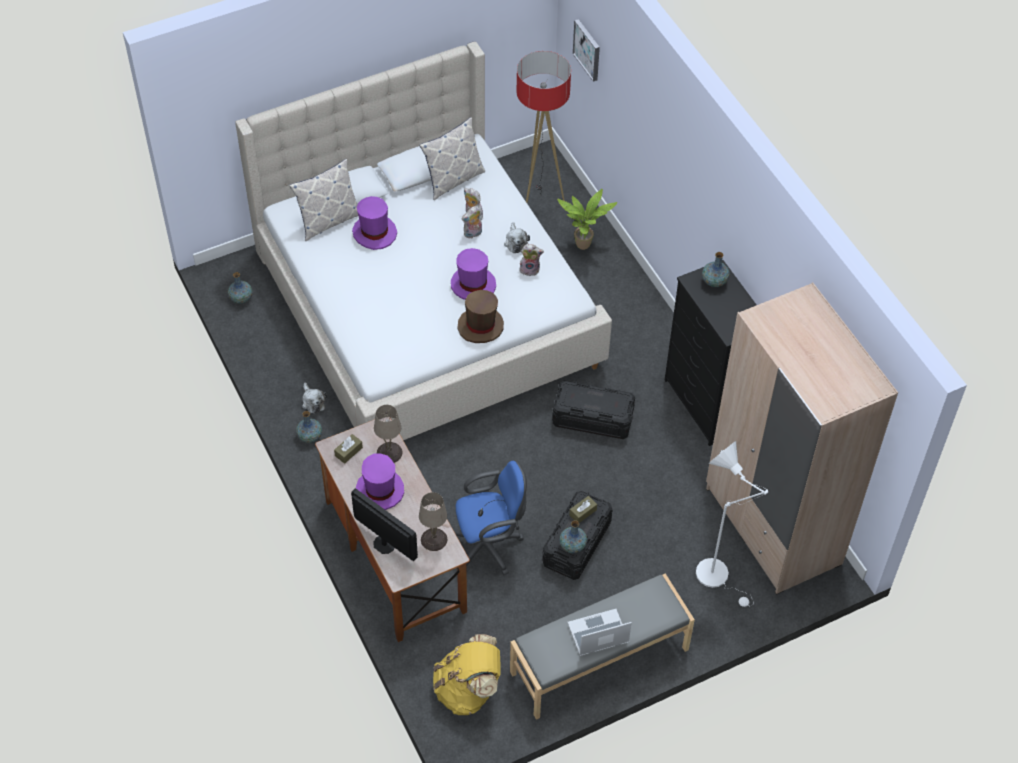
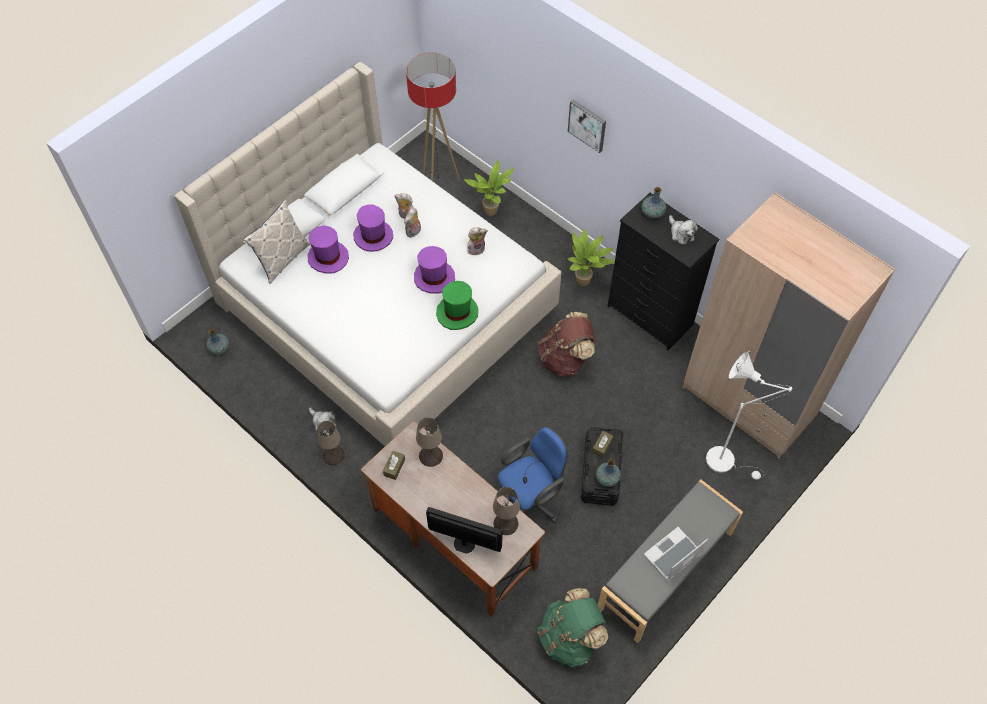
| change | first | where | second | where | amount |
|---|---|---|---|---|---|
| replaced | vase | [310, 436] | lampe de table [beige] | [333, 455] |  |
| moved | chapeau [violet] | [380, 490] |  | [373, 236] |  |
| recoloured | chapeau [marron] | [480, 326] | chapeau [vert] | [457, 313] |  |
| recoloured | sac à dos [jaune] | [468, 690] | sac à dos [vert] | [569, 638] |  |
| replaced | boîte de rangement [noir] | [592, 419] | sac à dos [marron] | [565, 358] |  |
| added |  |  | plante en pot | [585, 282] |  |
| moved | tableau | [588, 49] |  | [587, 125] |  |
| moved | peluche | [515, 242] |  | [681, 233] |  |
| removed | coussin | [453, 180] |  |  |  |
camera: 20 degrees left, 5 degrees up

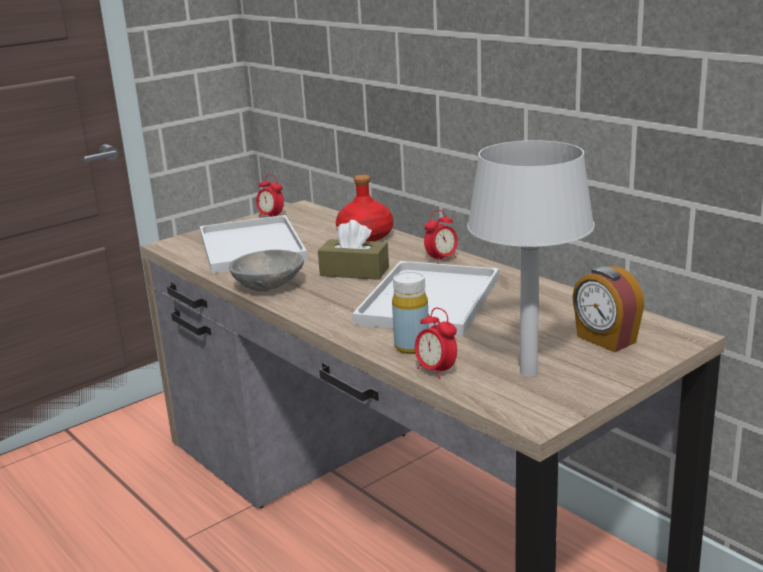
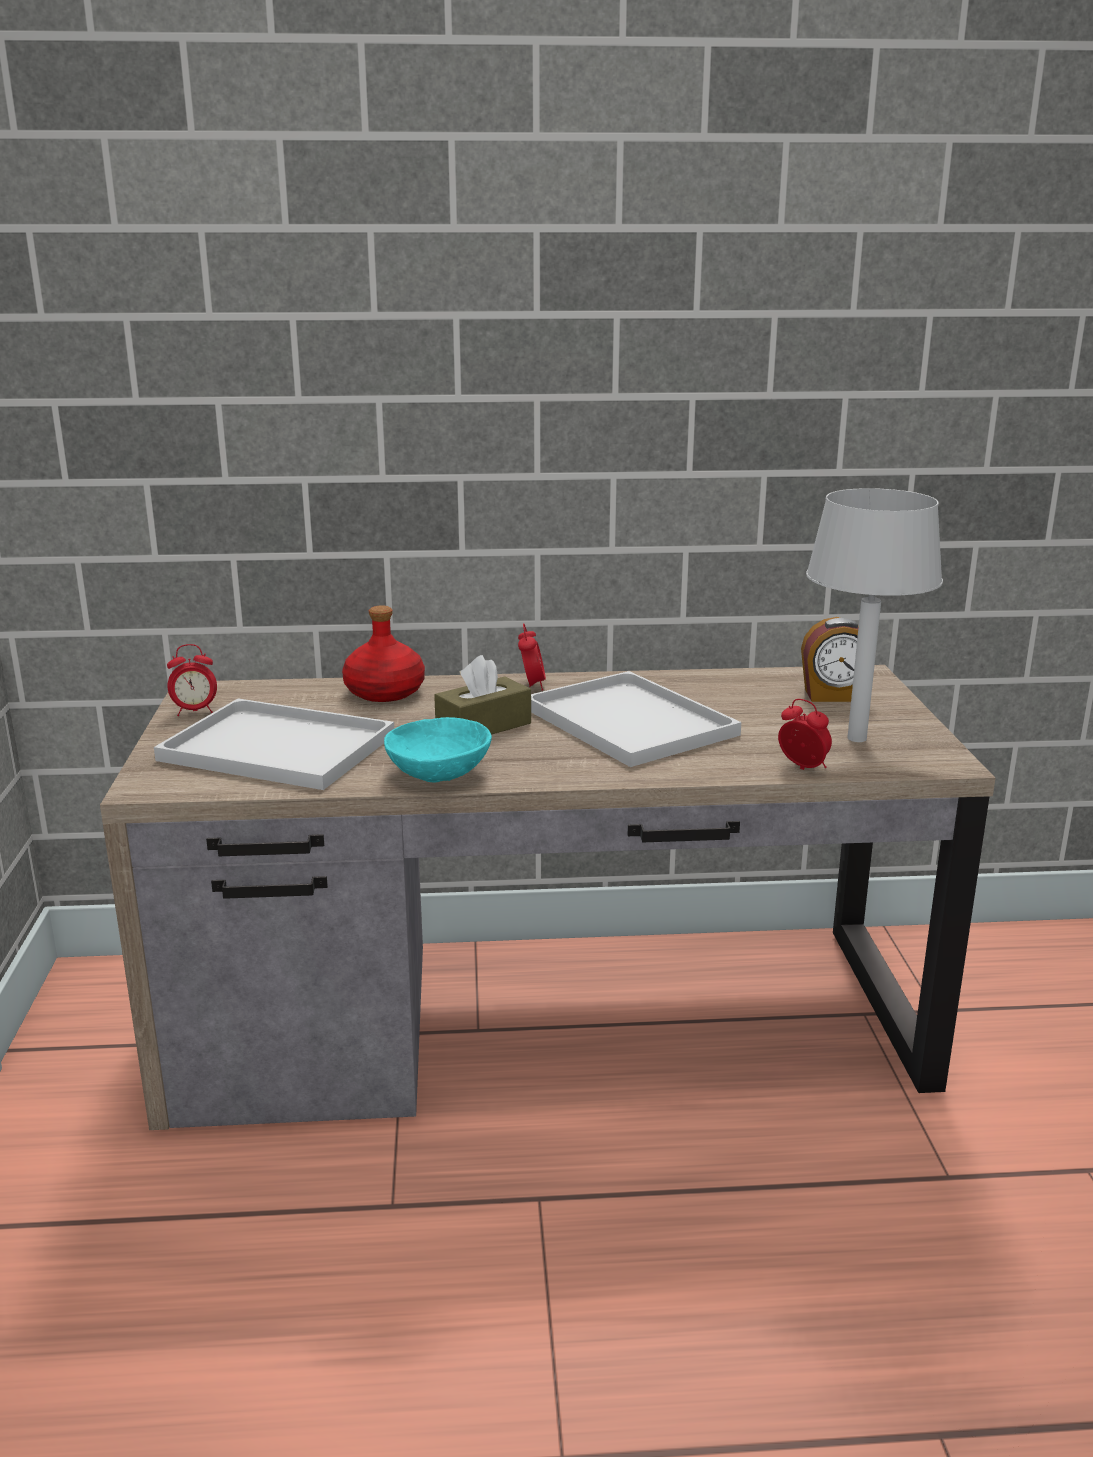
| change | first | where | second | where | amount |
|---|---|---|---|---|---|
| recoloured | bol [gris] | [270, 286] | bol [turquoise] | [440, 773] |  |
| turned | réveil | [436, 371] |  | [803, 768] | 135 degrees counterclockwise |
| removed | bouteille [jaune] | [411, 347] |  |  |  |
camera: 55 degrees left, 0 degrees up

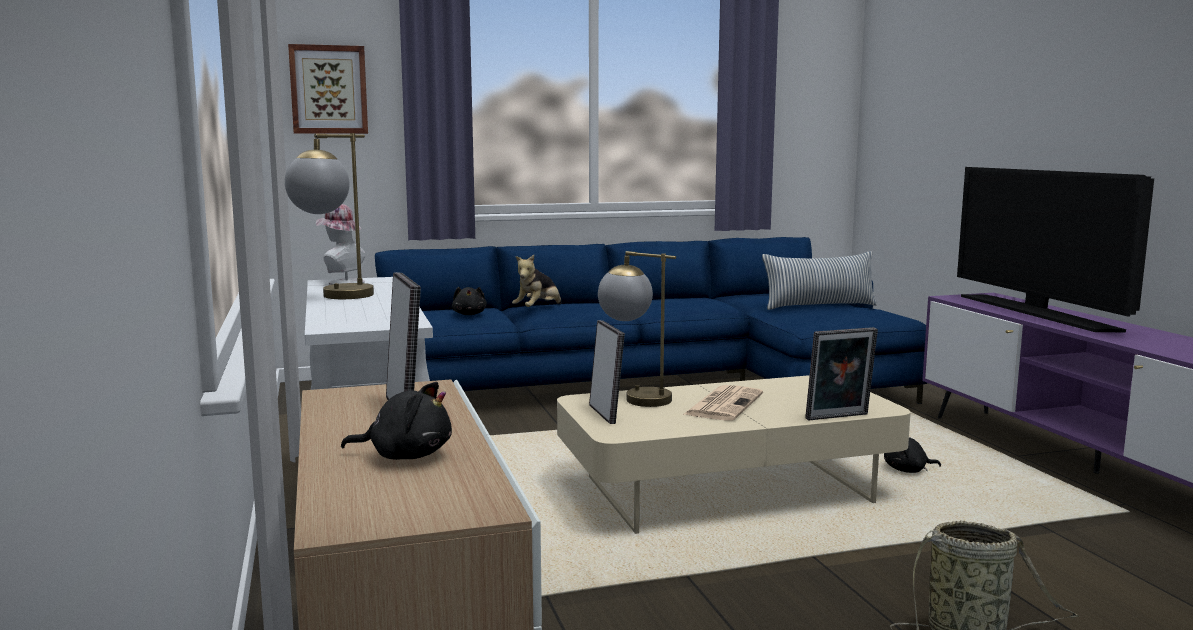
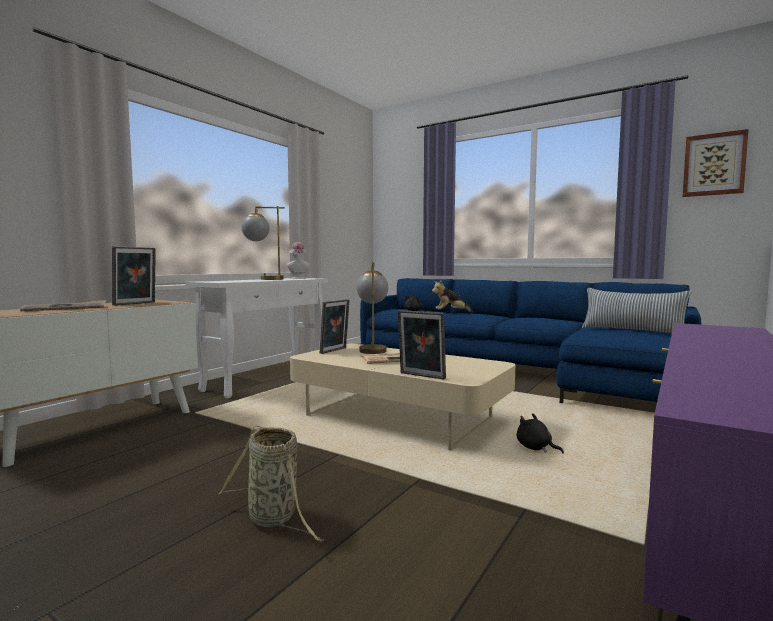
| change | first | where | second | where | amount |
|---|---|---|---|---|---|
| replaced | peluche [noir] | [406, 455] | journal | [66, 308] |  |
| moved | tableau | [328, 90] |  | [714, 164] |  |
| removed | téléviseur | [1037, 313] |  |  |  |
camera: 50 degrees right, 5 degrees down

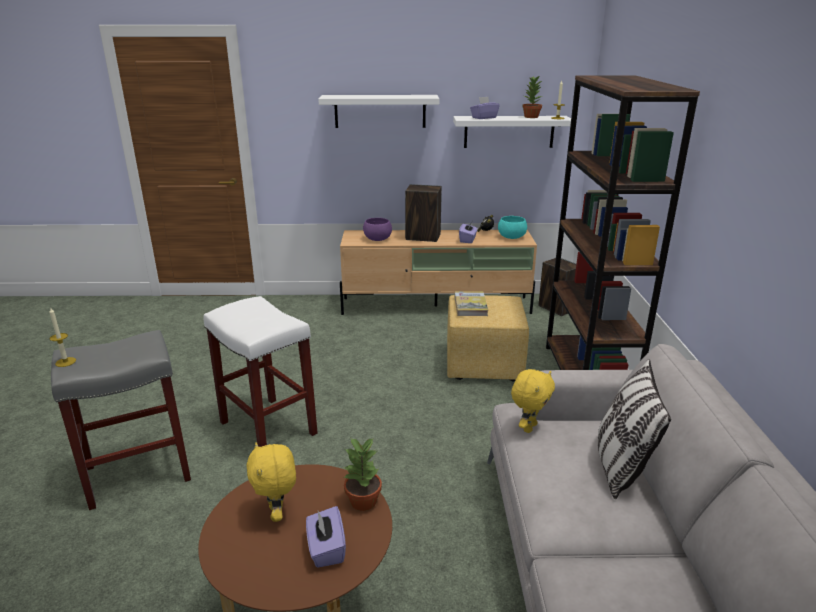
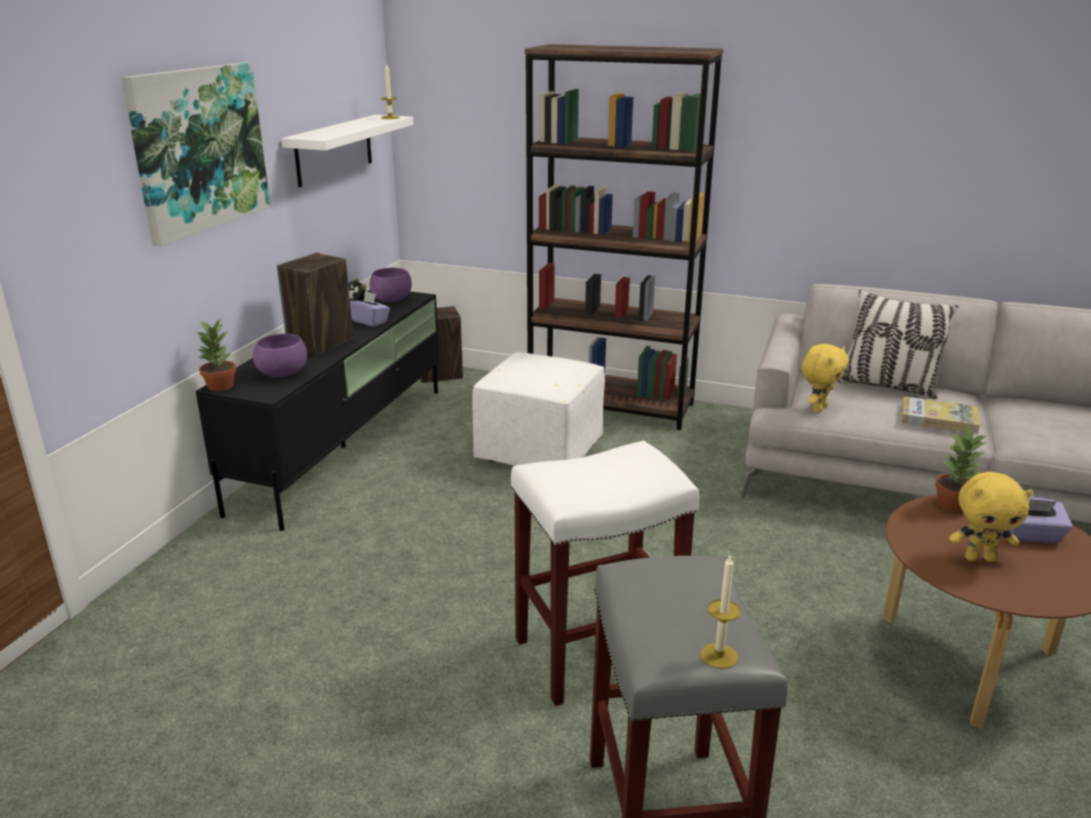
| change | first | where | second | where | amount |
|---|---|---|---|---|---|
| replaced | étagère [blanc] | [380, 111] | tableau | [199, 149] |  |
| moved | plante en pot | [531, 117] |  | [221, 386] |  |
| recoloured | meuble télé [beige] | [437, 306] | meuble télé [noir] | [345, 446] |  |
| recoloured | bol [turquoise] | [512, 237] | bol [violet] | [391, 299] |  |
| recoloured | pouf [jaune] | [483, 366] | pouf [blanc] | [541, 453] |  |
| turned | peluche [jaune] | [528, 427] |  | [818, 408] | 75 degrees clockwise |
| moved | livre | [470, 306] |  | [938, 419] |  |
| removed | boîte à mouchoirs [violet] | [484, 118] |  |  |  |
camera: 70 degrees left, 0 degrees up

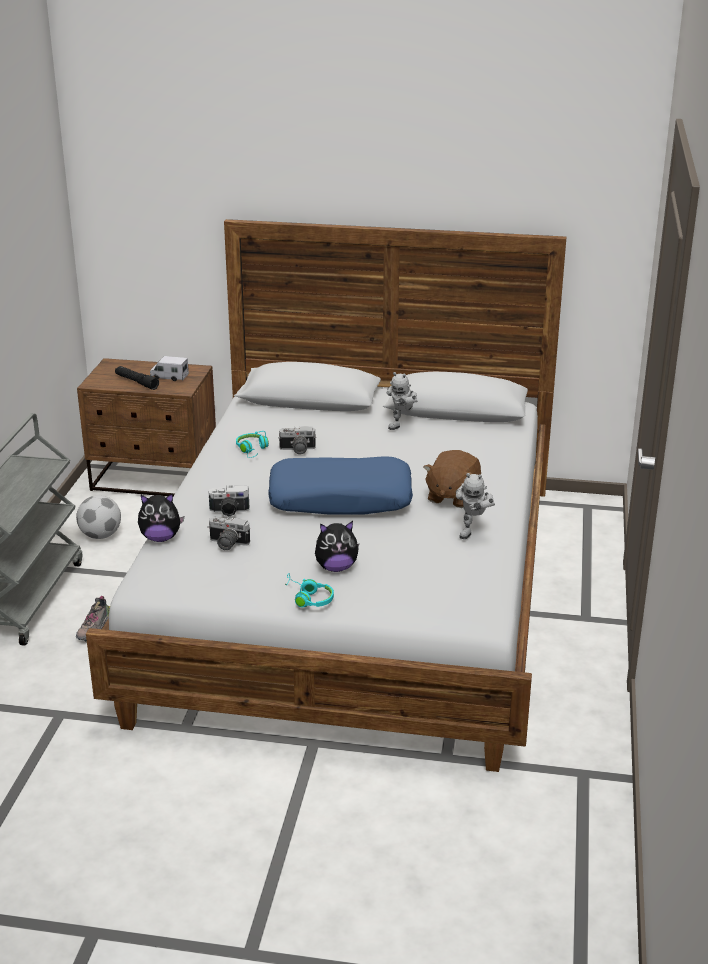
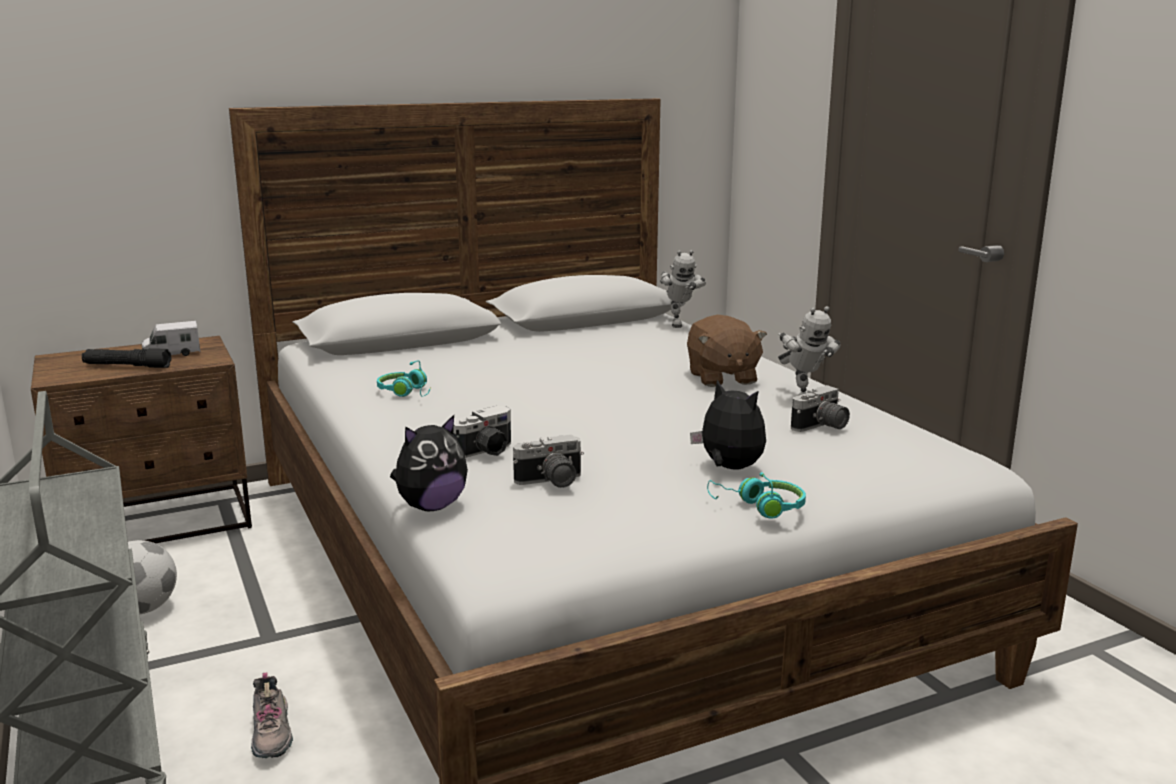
| change | first | where | second | where | amount |
|---|---|---|---|---|---|
| moved | robot jouet | [402, 425] |  | [678, 324] |  |
| turned | peluche | [336, 567] |  | [729, 468] | 90 degrees counterclockwise |
| moved | appareil photo | [297, 450] |  | [821, 427] |  |
| removed | coussin [bleu] | [341, 499] |  |  |  |
camera: 35 degrees left, 10 degrees down

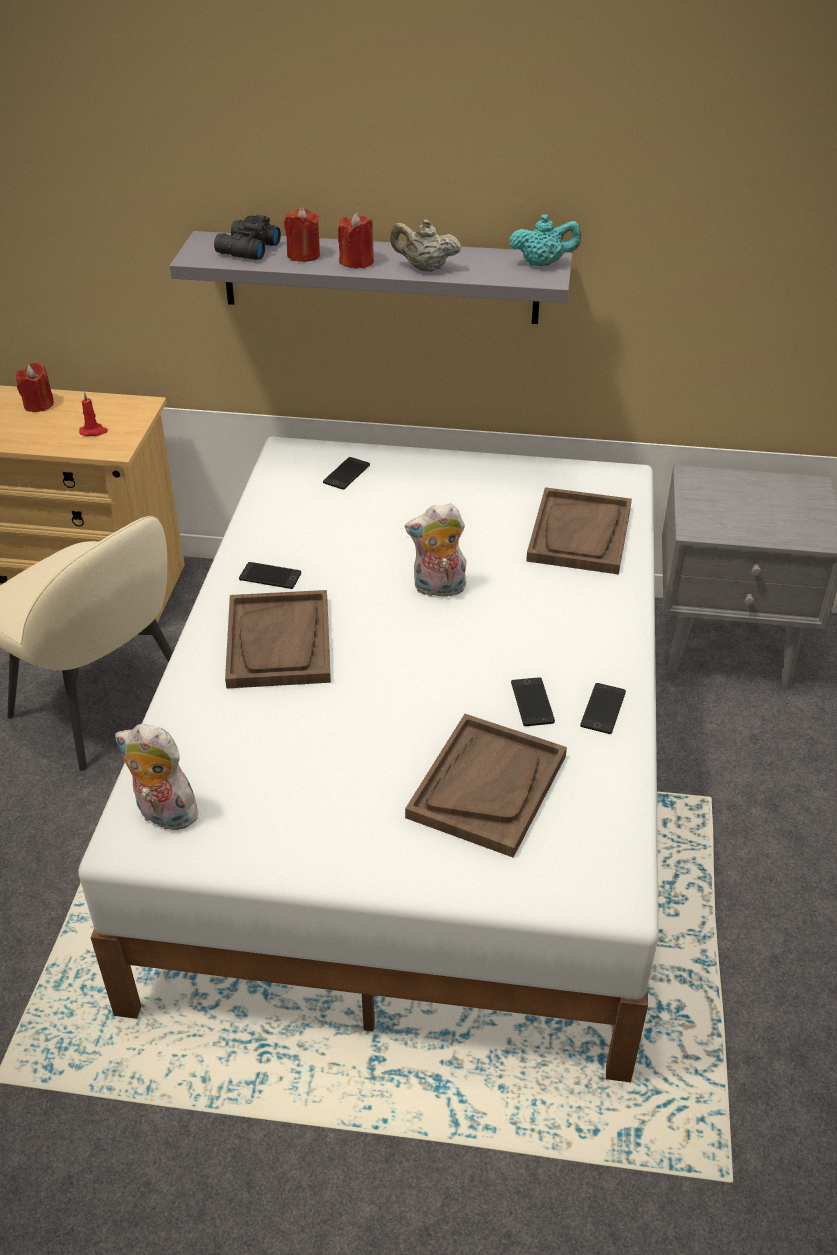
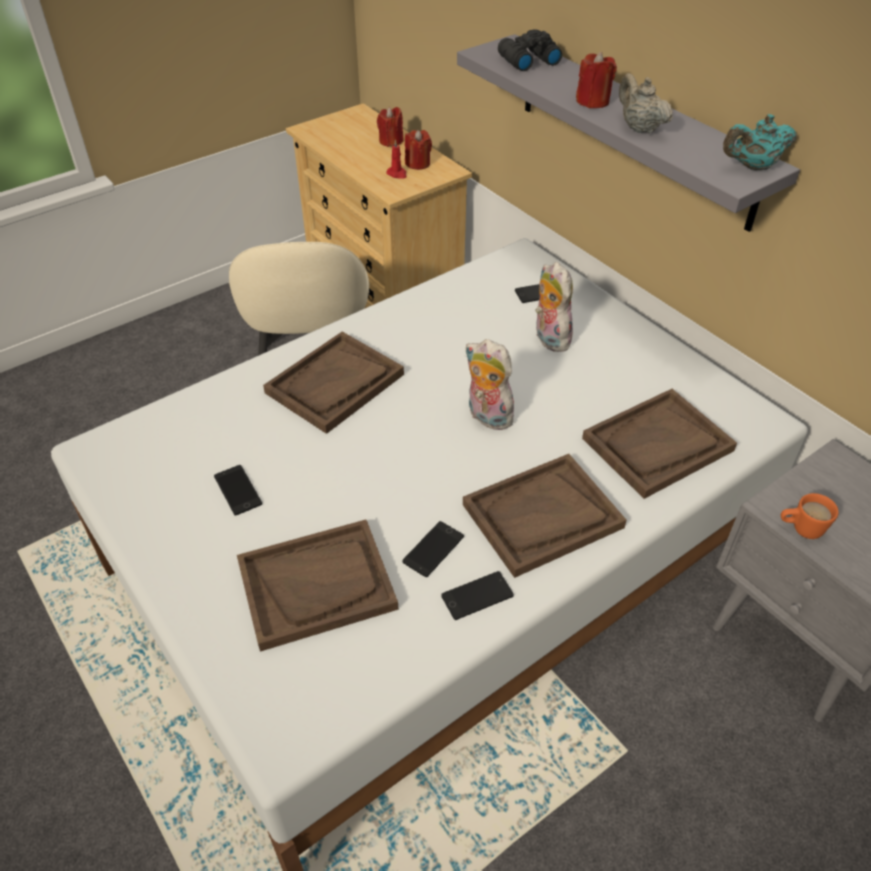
| change | first | where | second | where | amount |
|---|---|---|---|---|---|
| moved | téléphone | [270, 576] |  | [238, 490] |  |
| moved | bougie [rouge] | [303, 255] |  | [418, 163] |  |
| added |  |  | plateau [marron] | [542, 516] |  |
| moved | peluche | [163, 815] |  | [549, 338] |  |
| turned | théière [turquoise] | [543, 263] |  | [753, 167] | 120 degrees clockwise |
| added |  |  | mug [orange] | [800, 529] |  |
camera: 45 degrees right, 5 degrees up

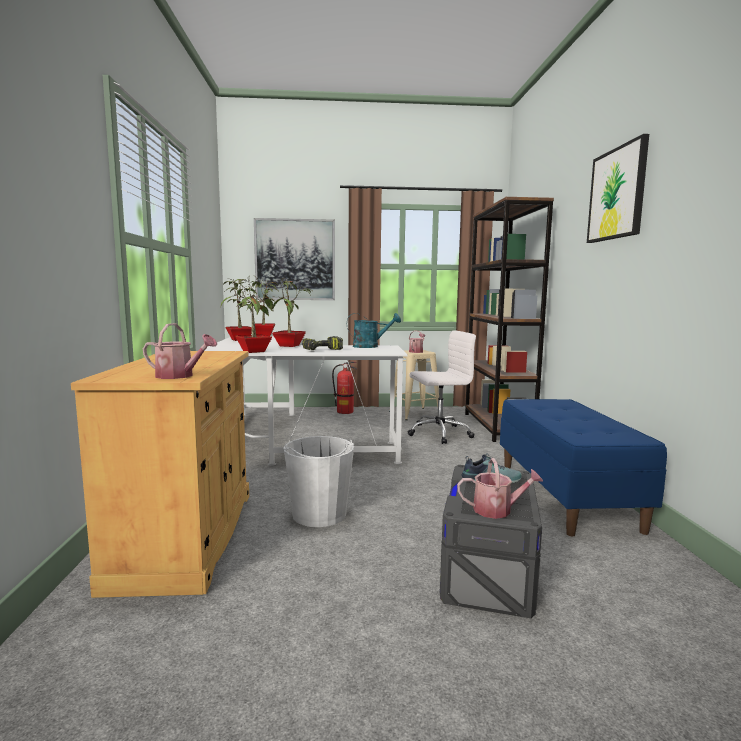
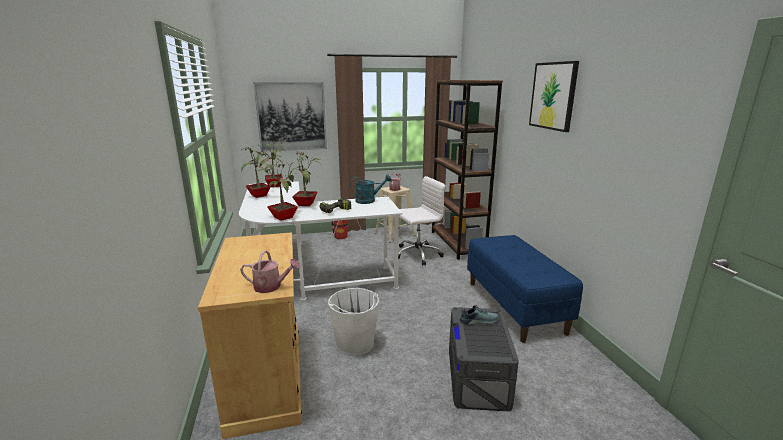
| change | first | where | second | where | amount |
|---|---|---|---|---|---|
| removed | arrosoir | [497, 510] |  |  |  |
camera: 10 degrees left, 10 degrees up

